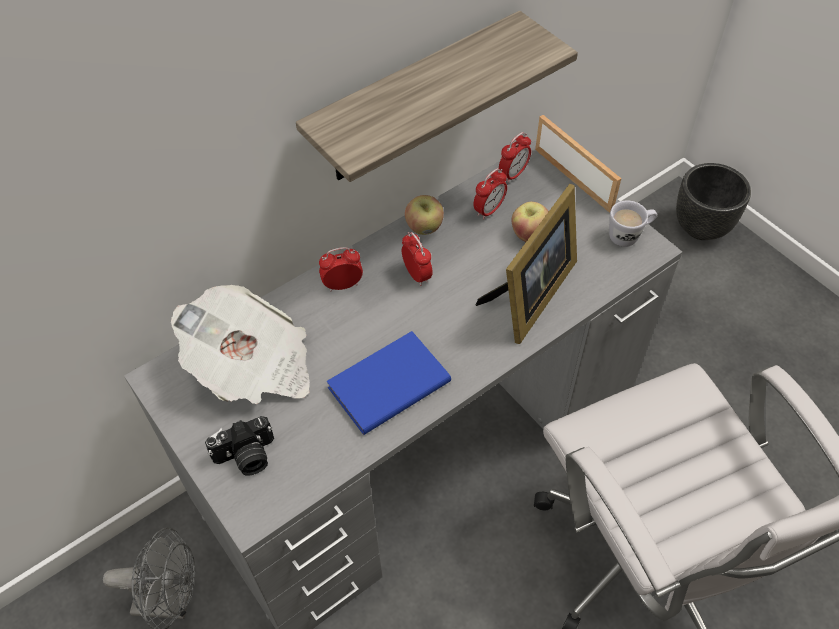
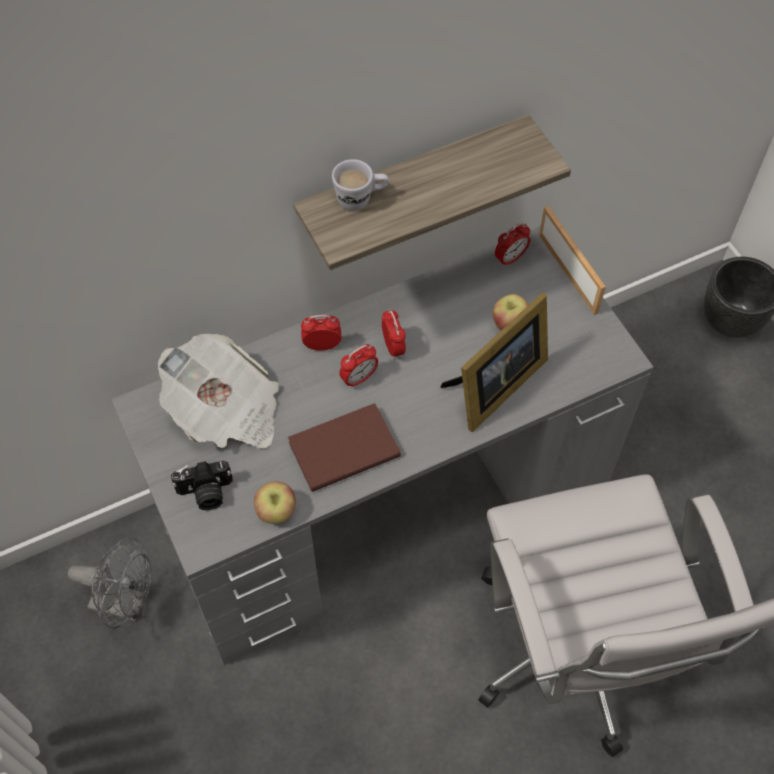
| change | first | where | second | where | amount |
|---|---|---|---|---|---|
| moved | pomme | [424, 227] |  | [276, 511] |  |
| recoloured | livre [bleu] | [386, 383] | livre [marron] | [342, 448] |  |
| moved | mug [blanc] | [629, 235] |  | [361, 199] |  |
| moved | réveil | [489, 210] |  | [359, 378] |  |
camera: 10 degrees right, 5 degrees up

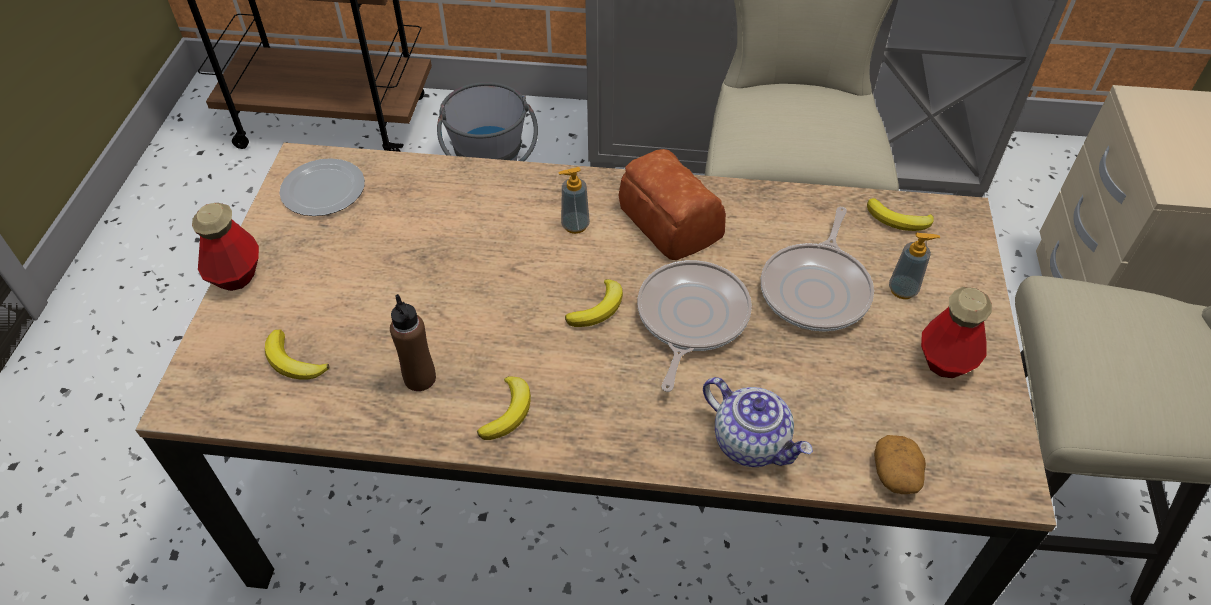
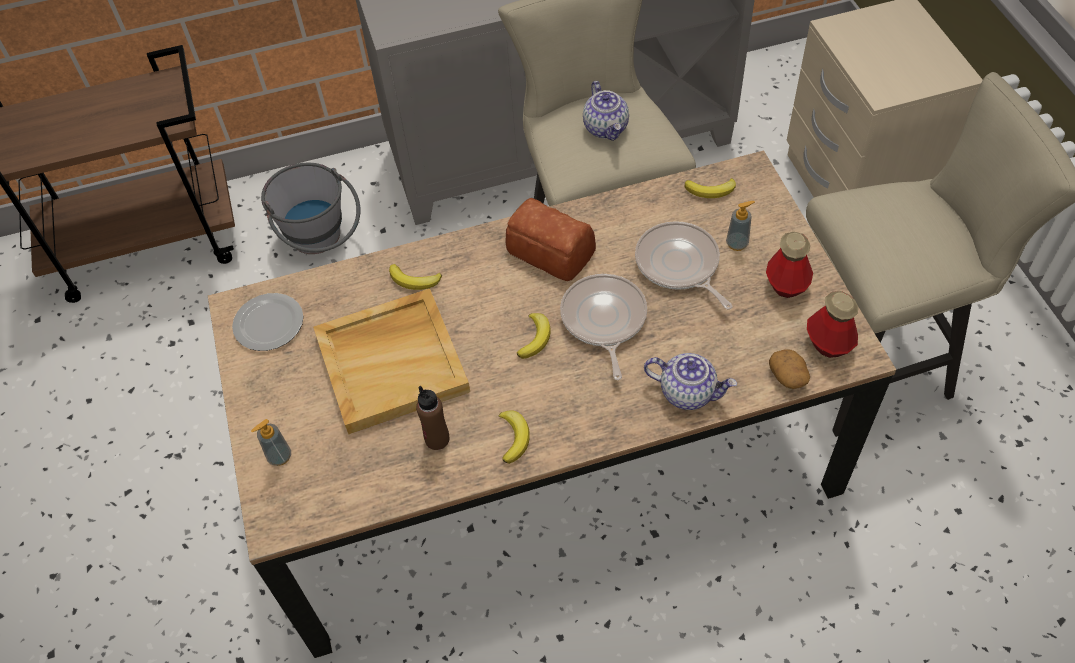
| change | first | where | second | where | amount |
|---|---|---|---|---|---|
| moved | distributeur de savon | [575, 225] |  | [279, 456] |  |
| added |  |  | plateau [beige] | [392, 362] |  |
| moved | banane | [293, 361] |  | [414, 280] |  |
| added |  |  | théière | [606, 128] |  |
| turned | poêle | [816, 289] |  | [679, 265] | 150 degrees clockwise |
| moved | bouteille | [236, 275] |  | [828, 344] |  |
camera: 20 degrees left, 5 degrees up

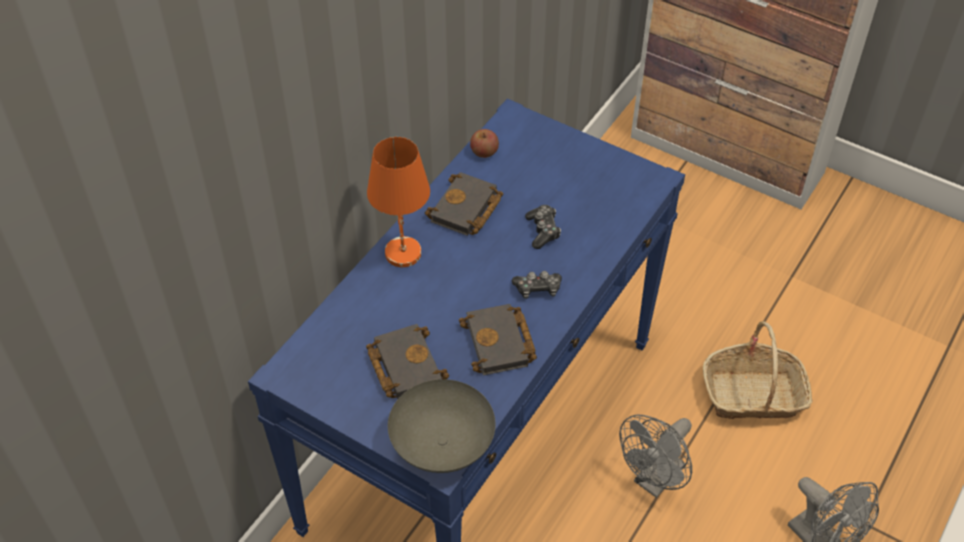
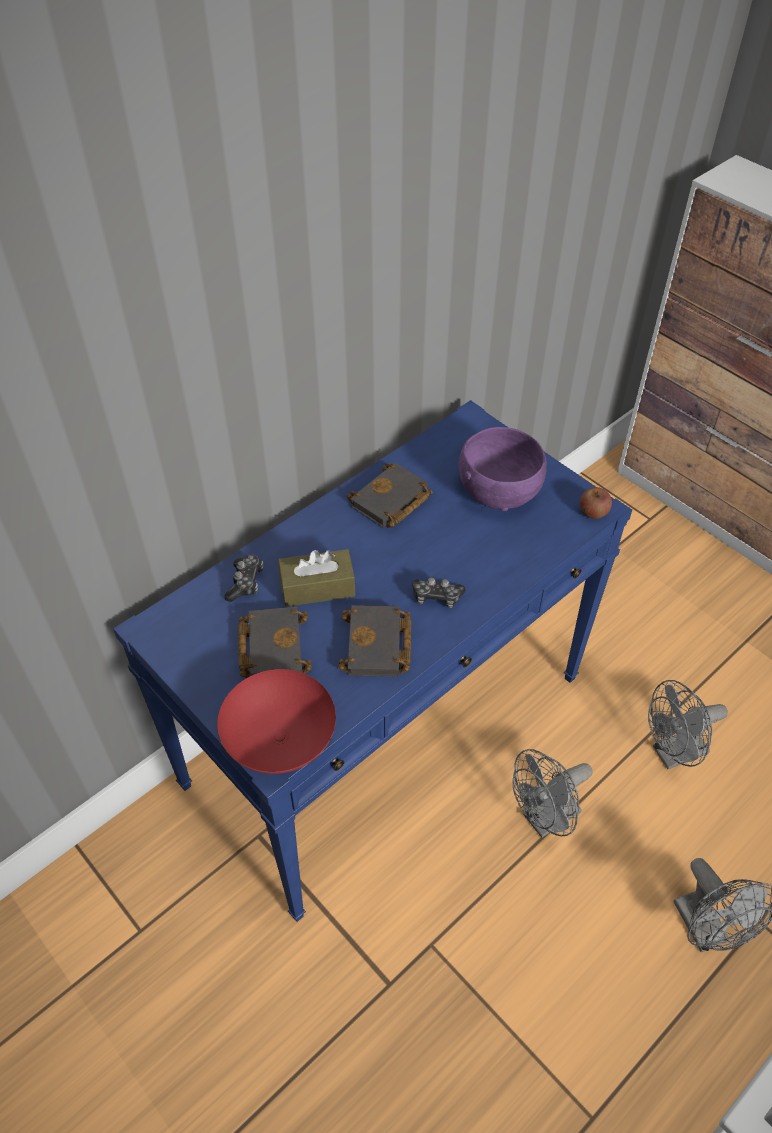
| change | first | where | second | where | amount |
|---|---|---|---|---|---|
| recoloured | bol [gris] | [443, 444] | bol [rouge] | [282, 740] |  |
| moved | manette | [543, 231] |  | [245, 582] |  |
| added |  |  | boîte à mouchoirs [marron] | [317, 587] |  |
| added |  |  | bol [violet] | [498, 491] |  |
| moved | pomme | [484, 152] |  | [593, 512] |  |
| replaced | panier | [753, 395] | ventilateur [gris] | [673, 754] |  |
| removed | lampe de table [orange] | [402, 252] |  |  |  |
camera: 15 degrees right, 0 degrees up

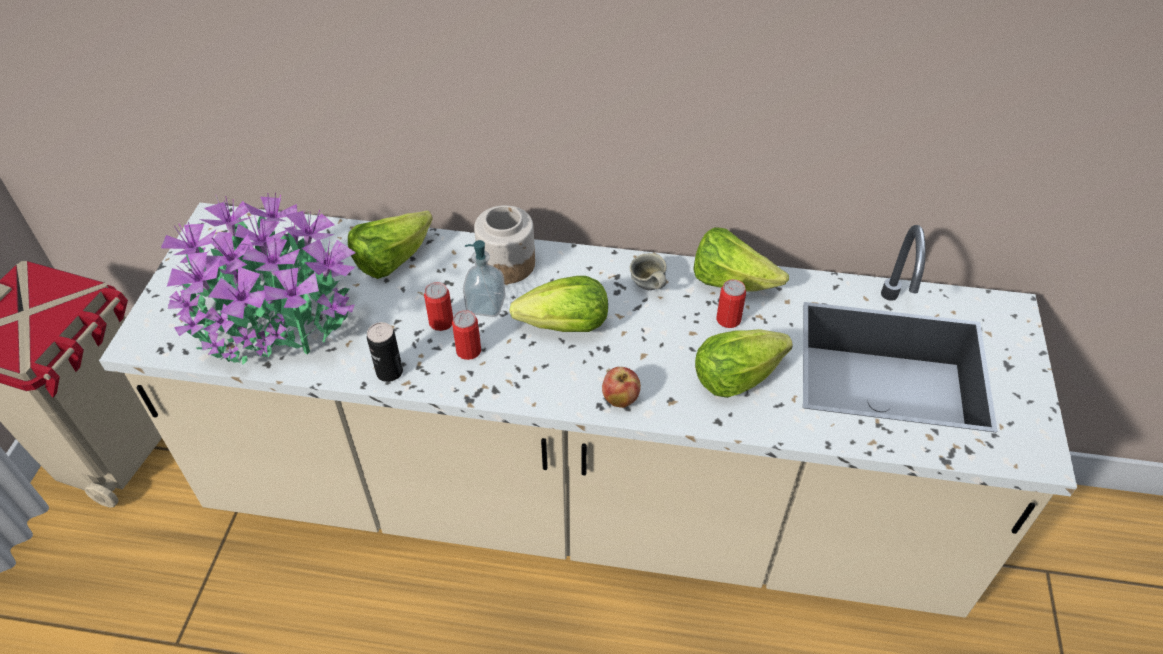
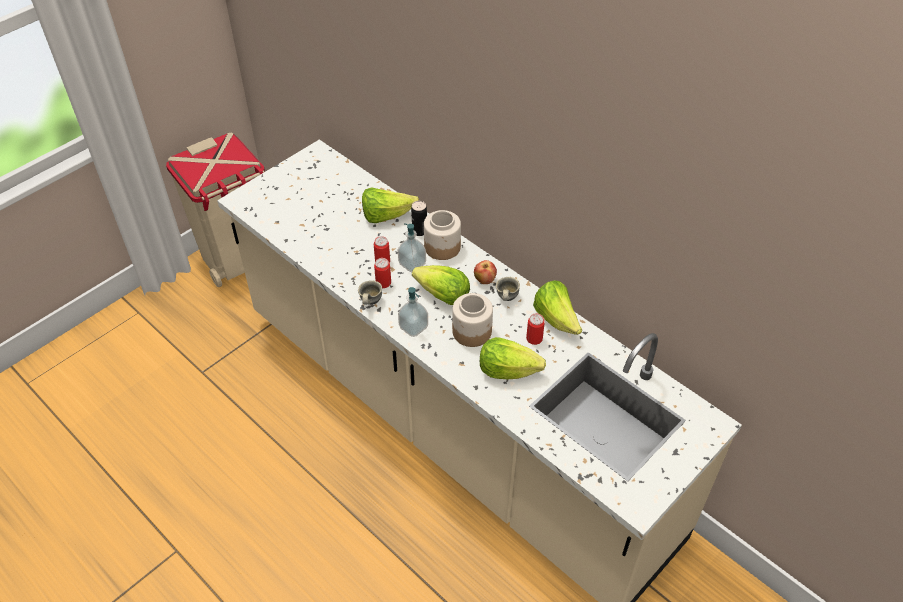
| change | first | where | second | where | amount |
|---|---|---|---|---|---|
| added |  |  | mug [gris] | [369, 302] |  |
| added |  |  | distributeur de savon | [413, 327] |  |
| moved | boîte métallique | [389, 372] |  | [419, 231] |  |
| added |  |  | bocal | [472, 332] |  |
| moved | pomme | [620, 399] |  | [484, 280] |  |
| removed | plante en pot | [274, 321] |  |  |  |
camera: 35 degrees right, 0 degrees up

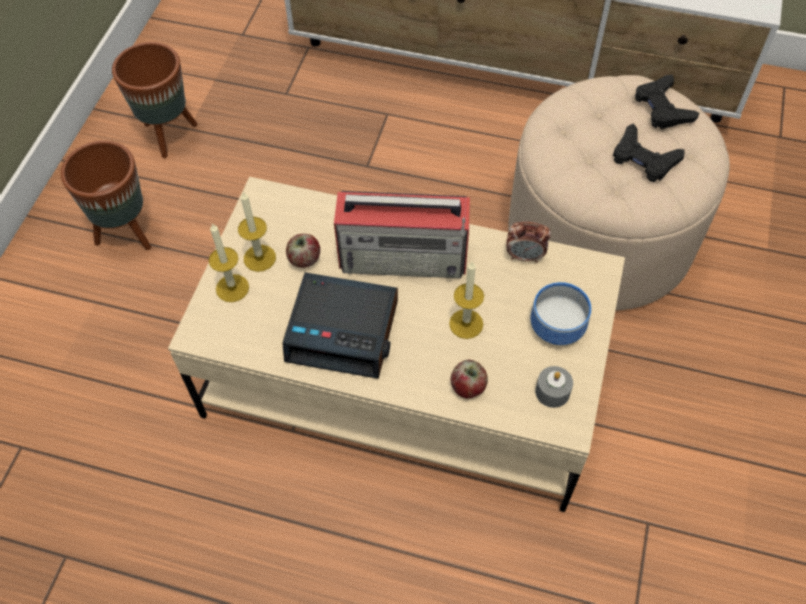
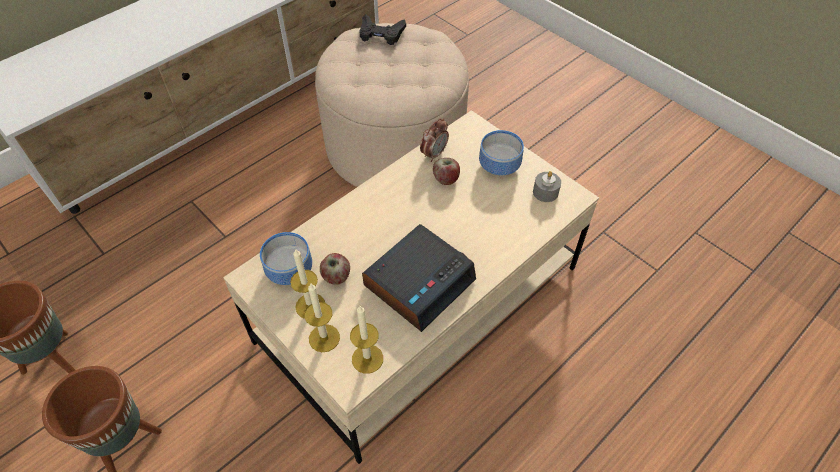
| change | first | where | second | where | amount |
|---|---|---|---|---|---|
| added |  |  | bol | [290, 269] |  |
| moved | bougie | [466, 324] |  | [367, 359] |  |
| moved | pomme | [468, 387] |  | [446, 179] |  |
| removed | radio | [405, 257] |  |  |  |
| removed | manette [noir] | [644, 159] |  |  |  |
camera: 60 degrees left, 5 degrees down

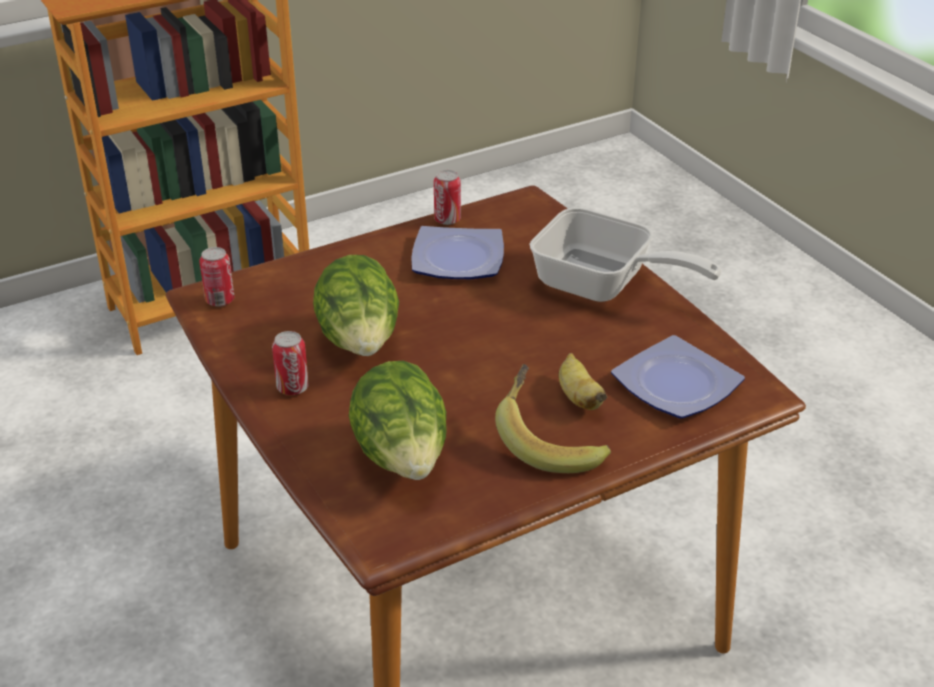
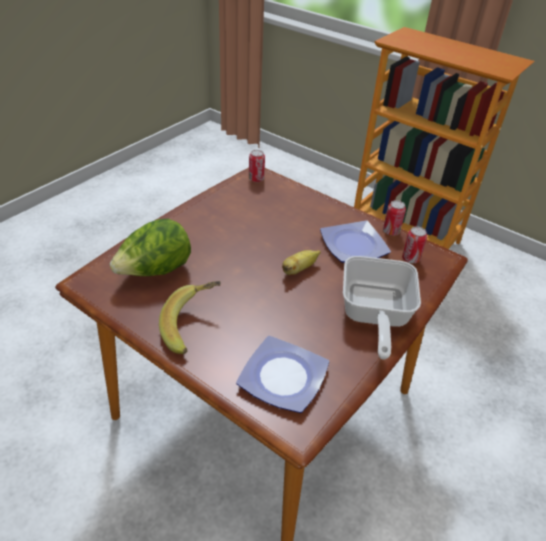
| change | first | where | second | where | amount |
|---|---|---|---|---|---|
| moved | banane | [578, 397] |  | [299, 269] |  |
| moved | boîte métallique | [292, 388] |  | [410, 259] |  |
| removed | laitue | [360, 343] |  |  |  |
camera: 65 degrees right, 5 degrees up

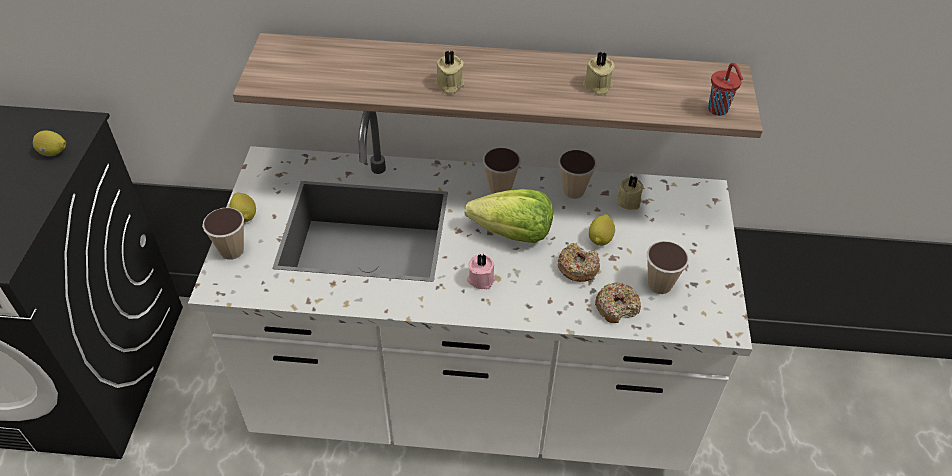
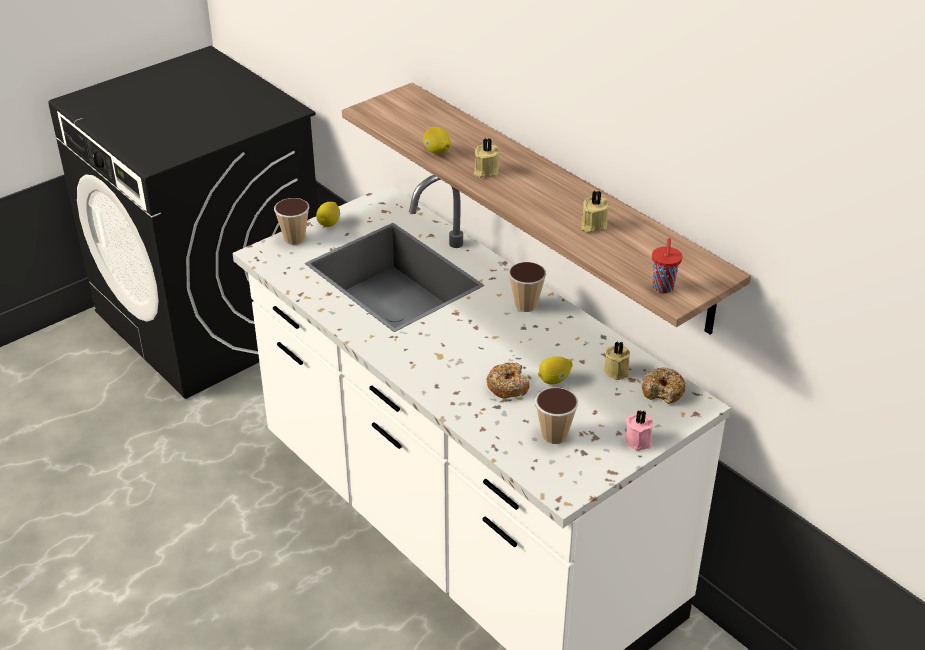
| change | first | where | second | where | amount |
|---|---|---|---|---|---|
| moved | citron | [53, 153] |  | [437, 152] |  |
| moved | bougie [rose] | [481, 278] |  | [639, 440] |  |
| moved | beignet | [617, 307] |  | [663, 391] |  |
| removed | laitue | [512, 233] |  |  |  |
| removed | tasse | [573, 191] |  |  |  |
camera: 45 degrees right, 10 degrees down

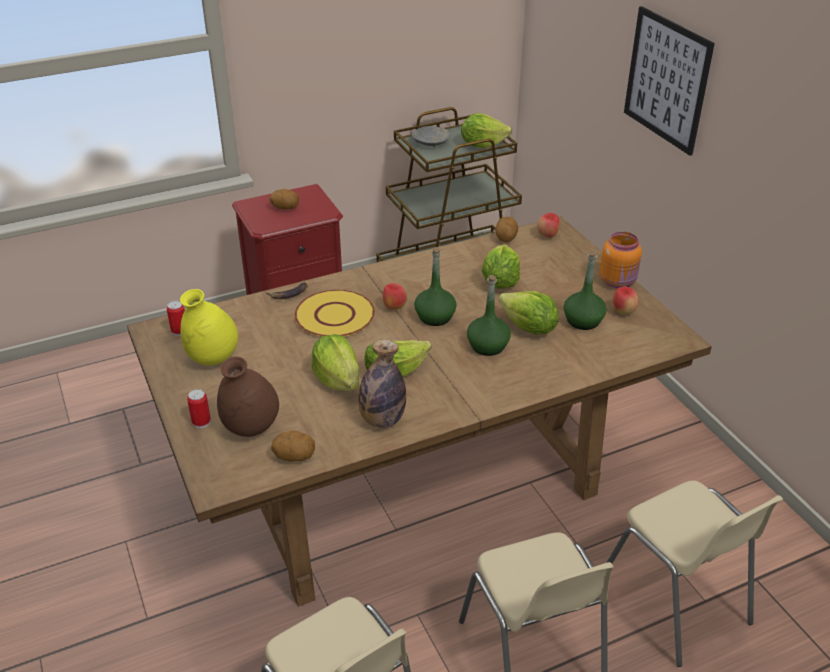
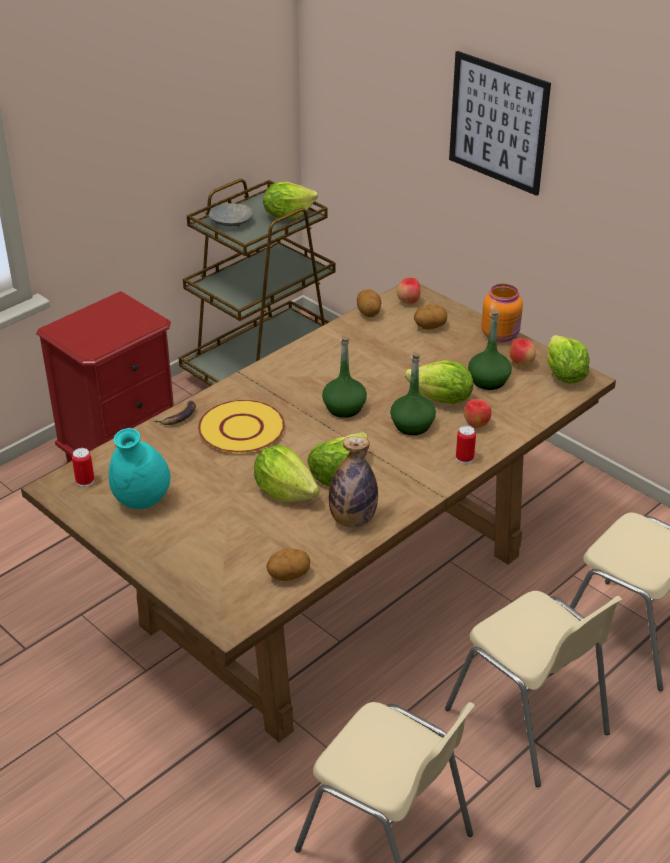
| change | first | where | second | where | amount |
|---|---|---|---|---|---|
| recoloured | vase [jaune] | [213, 359] | vase [turquoise] | [141, 501] |  |
| moved | pomme de terre | [285, 208] |  | [430, 327] |  |
| moved | boîte métallique | [201, 422] |  | [464, 458] |  |
| moved | pomme | [394, 307] |  | [476, 425] |  |
| moved | laitue | [500, 282] |  | [563, 376] |  |
| removed | vase [marron] | [251, 428] |  |  |  |
camera: 20 degrees left, 0 degrees up

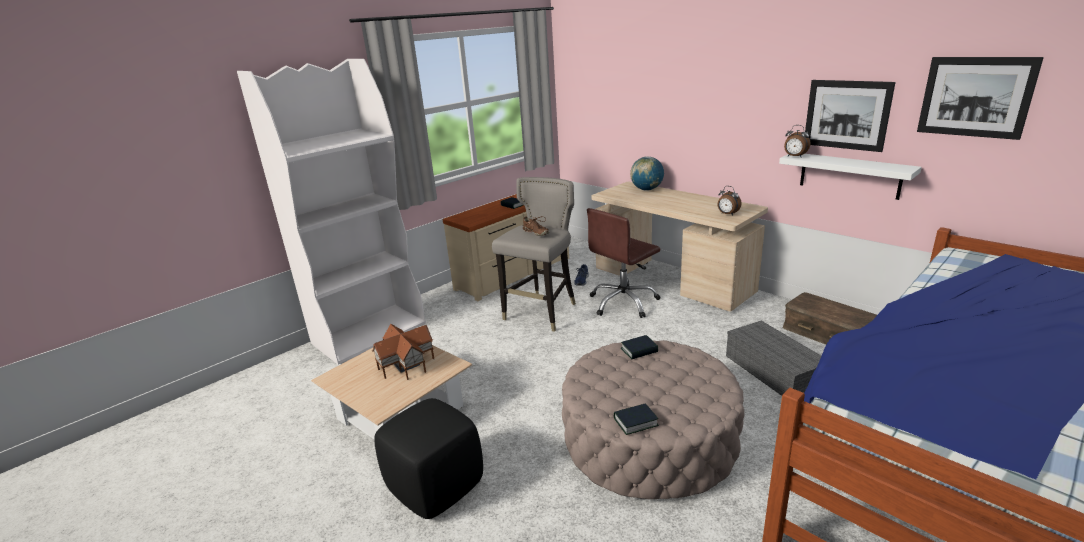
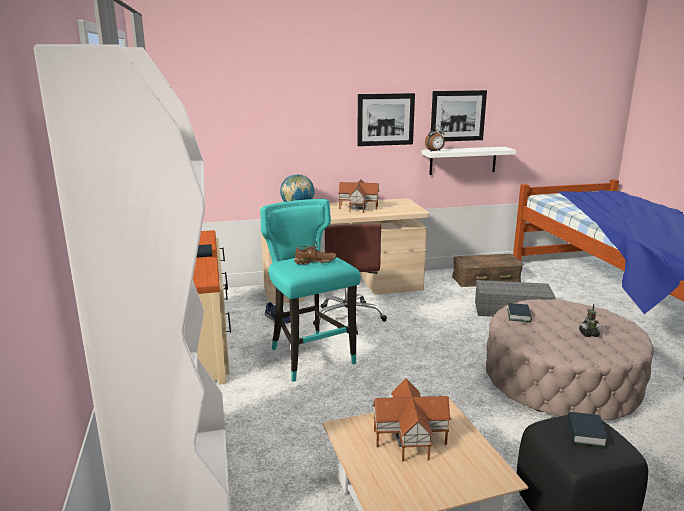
| change | first | where | second | where | amount |
|---|---|---|---|---|---|
| recoloured | tabouret [gris] | [542, 312] | tabouret [turquoise] | [310, 357] |  |
| added |  |  | maison miniature | [359, 207] |  |
| moved | tableau | [975, 97] |  | [385, 119] |  |
| moved | livre | [635, 422] |  | [585, 433] |  |
| added |  |  | robot jouet | [588, 334] |  |
| removed | réveil | [727, 214] |  |  |  |
camera: 60 degrees left, 5 degrees down

